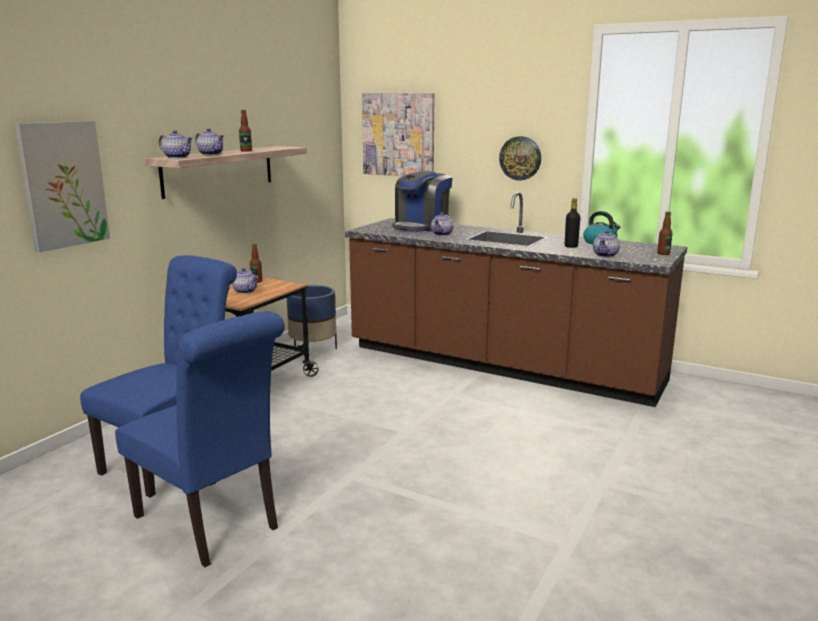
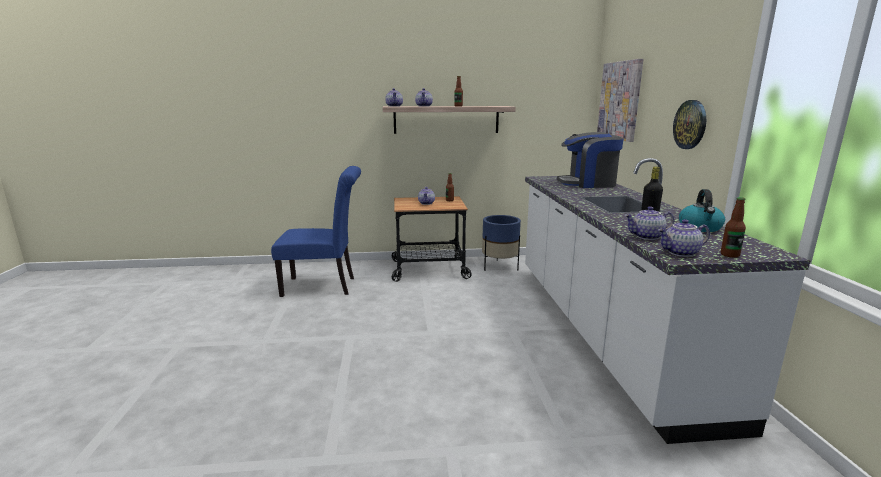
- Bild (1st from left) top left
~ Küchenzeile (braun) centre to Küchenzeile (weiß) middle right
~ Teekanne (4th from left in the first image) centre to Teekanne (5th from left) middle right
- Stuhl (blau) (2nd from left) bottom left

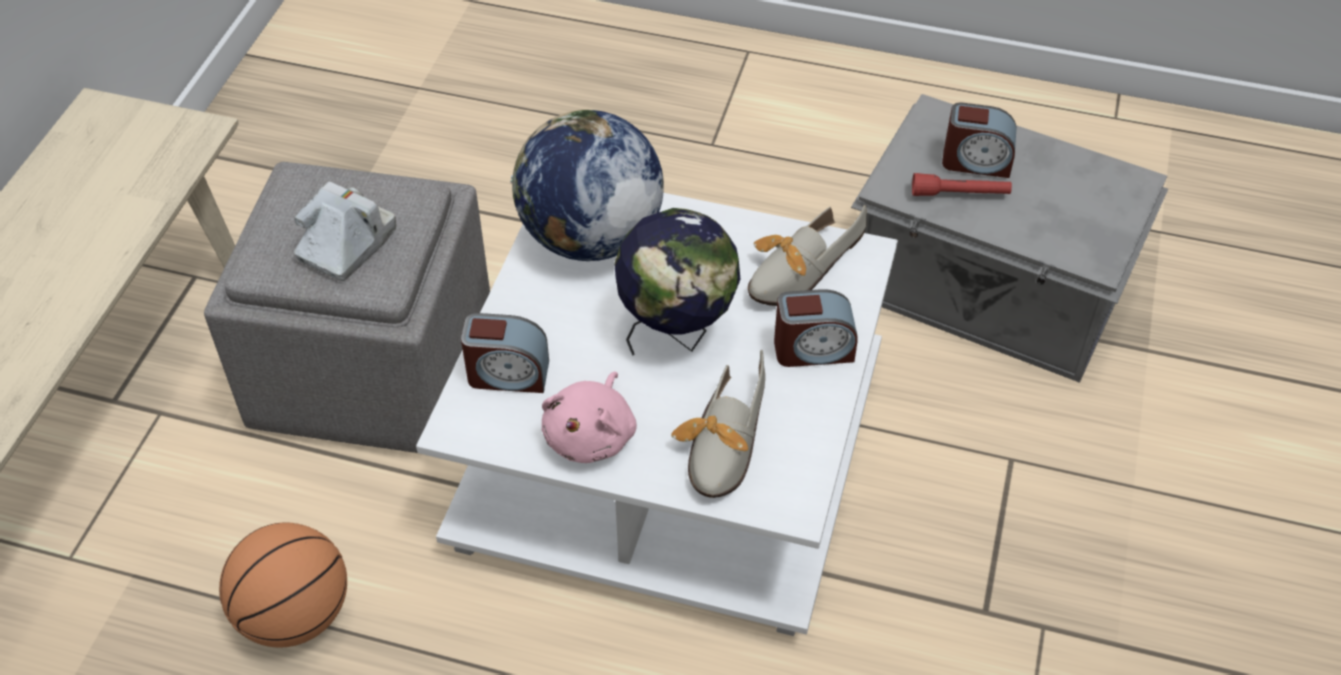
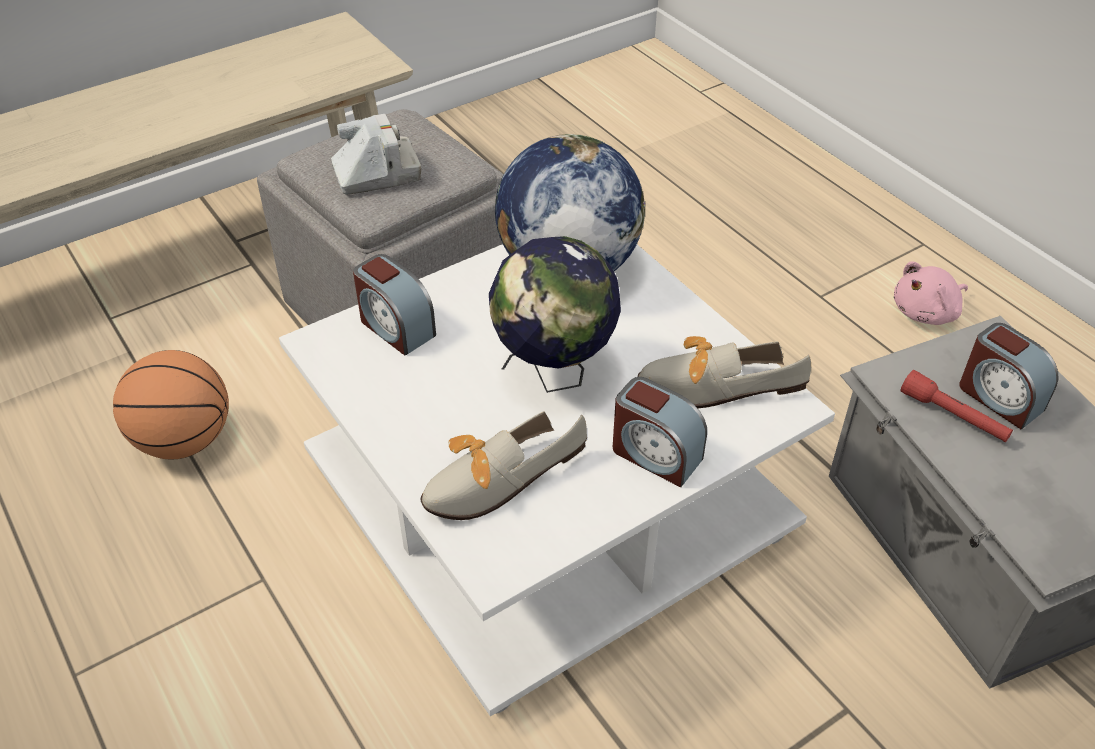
~ Plüschtier (rosa) centre to middle right

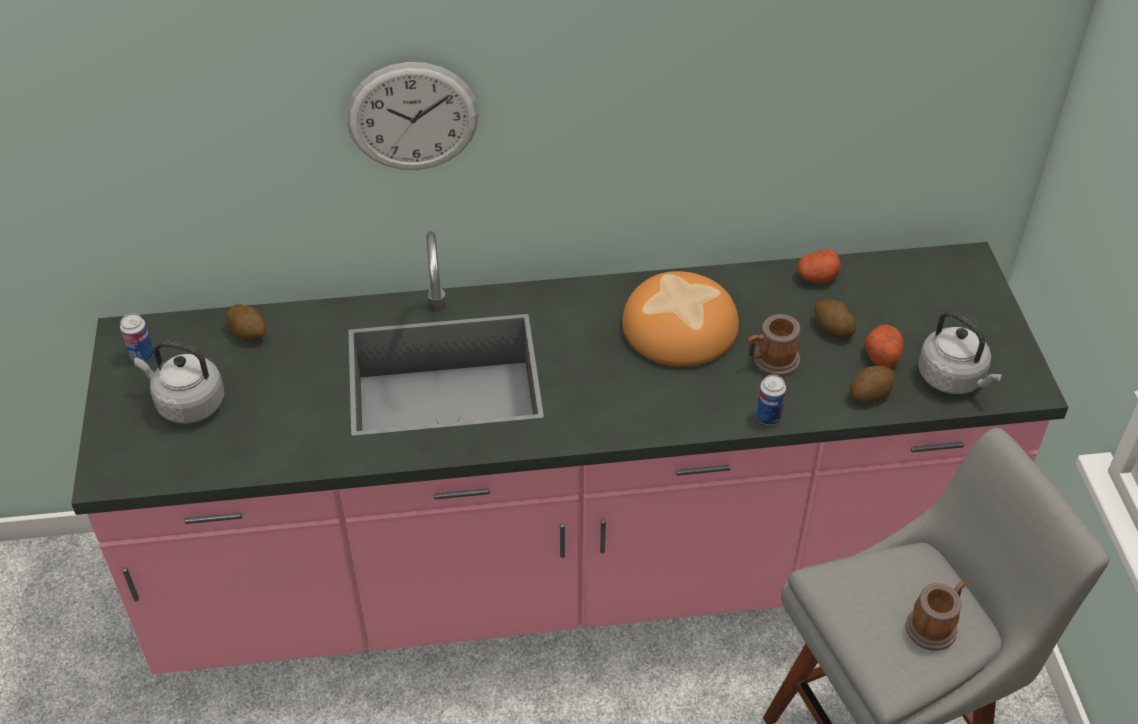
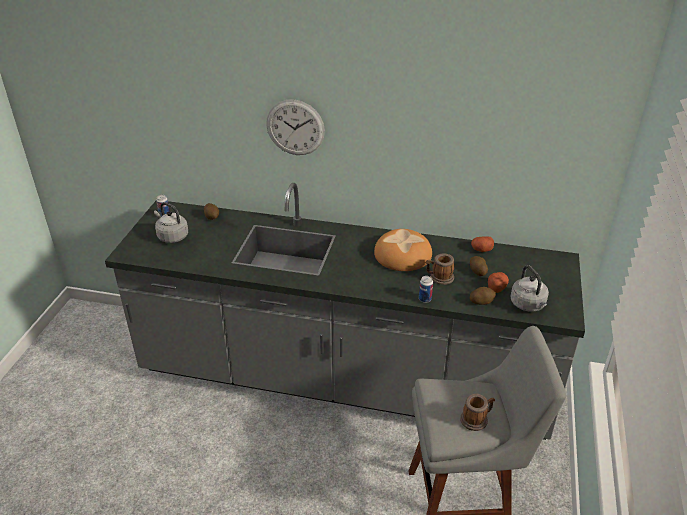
~ Küchenzeile (rosa) centre to Küchenzeile (grau) centre

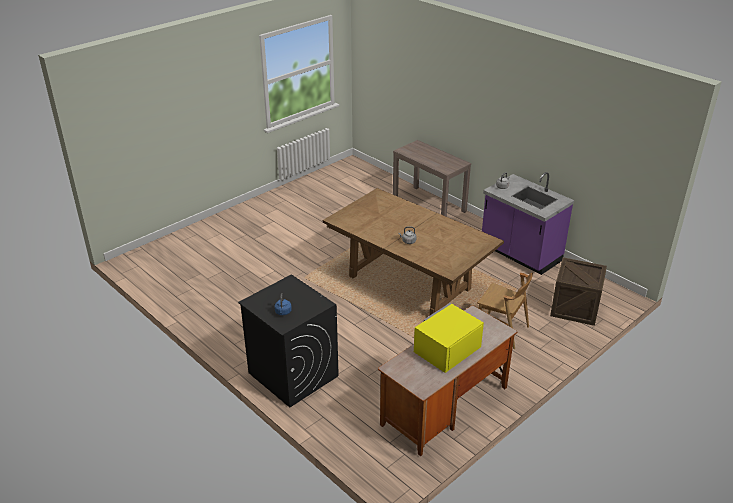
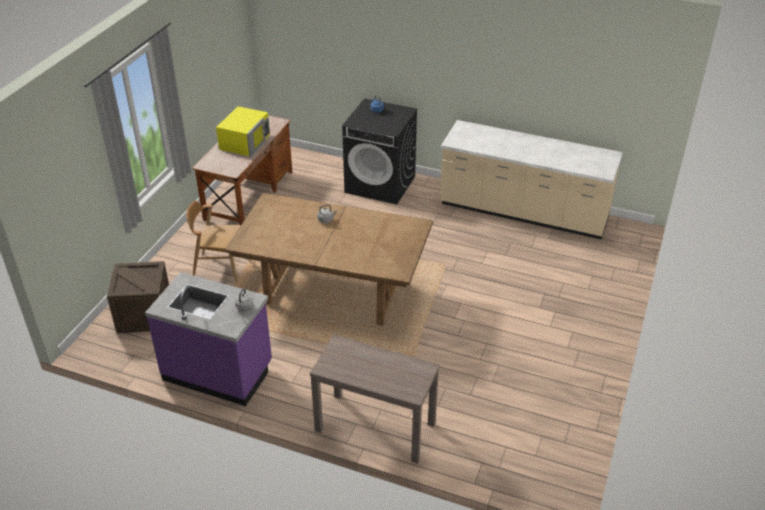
+ Küchenzeile (beige) middle right

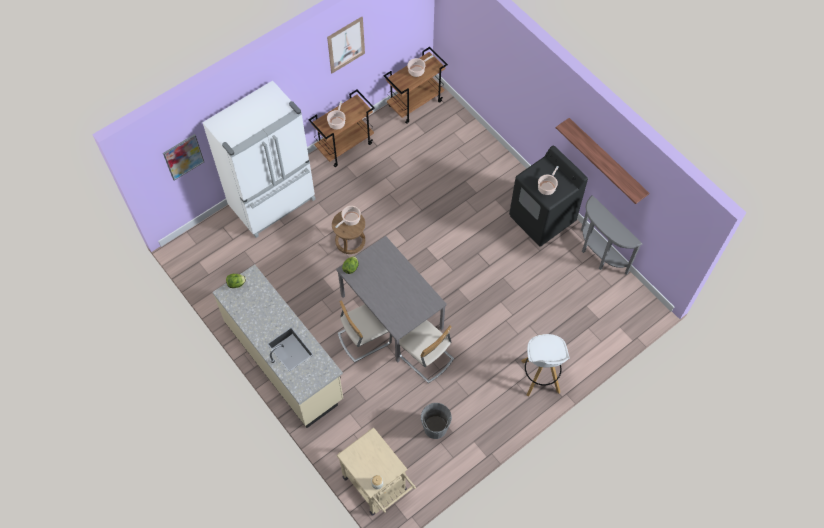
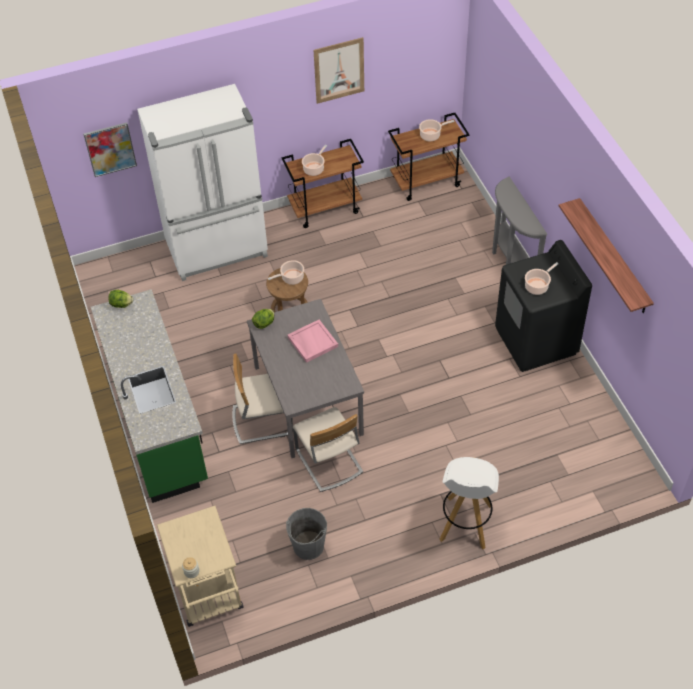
~ Konsolentisch (grau) middle right to top right
~ Küchenzeile (beige) centre to Küchenzeile (grün) middle left
+ Tablett (rosa) centre

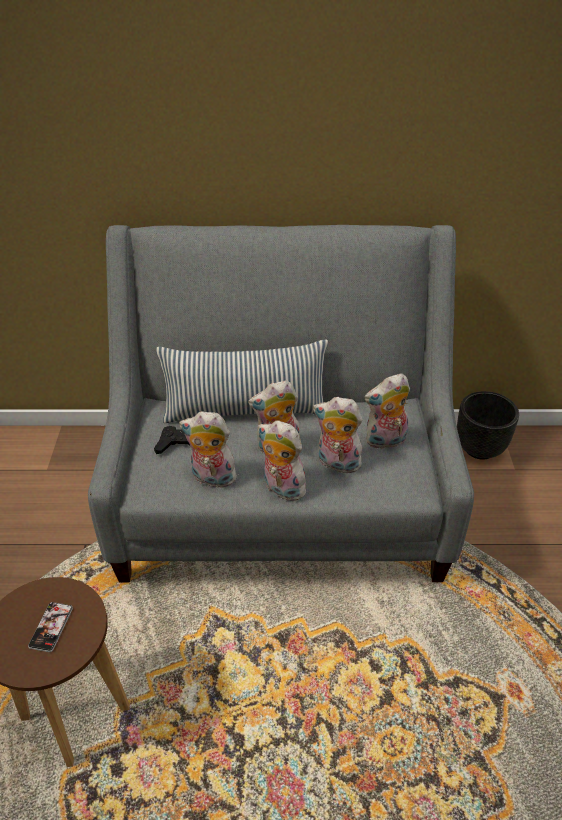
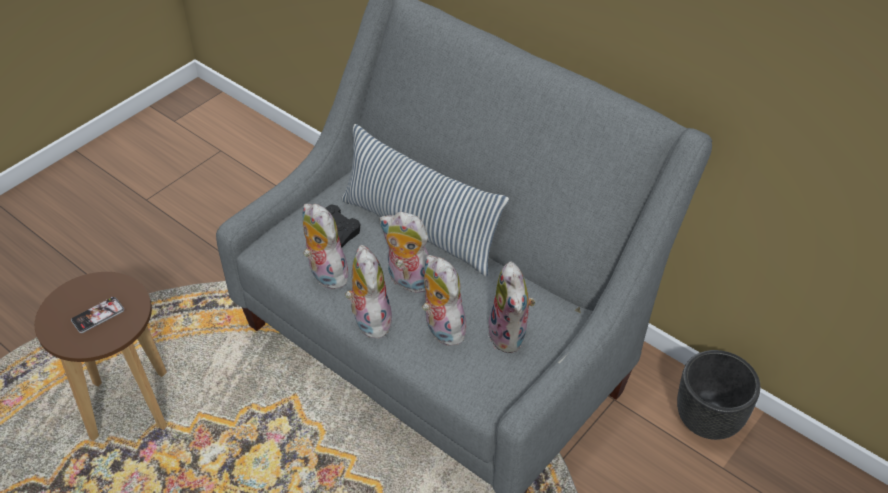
~ Plüschtier (5th from left) middle right = centre 120 degrees counterclockwise

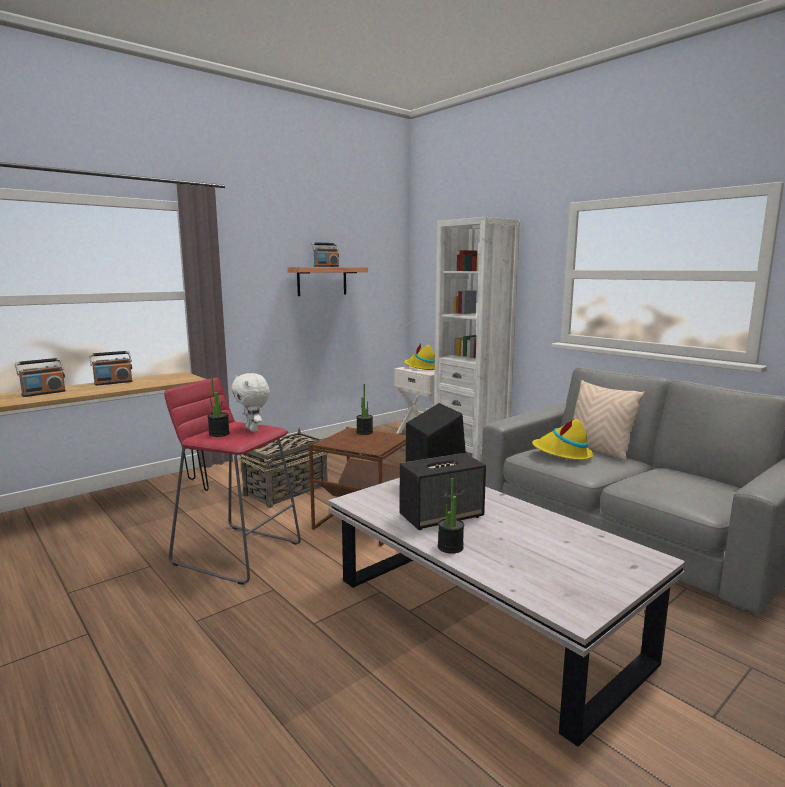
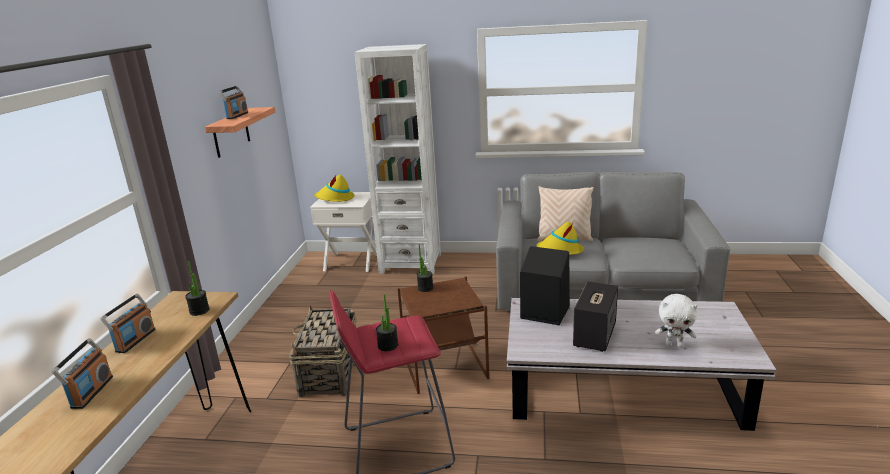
~ Plüschtier (weiß) middle left to bottom right
~ Topfpflanze (3rd from left in the first image) centre to Topfpflanze (1st from left) middle left

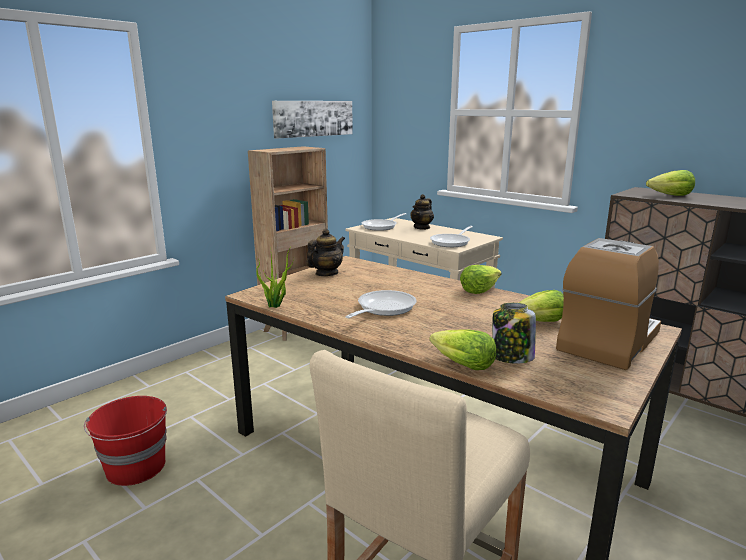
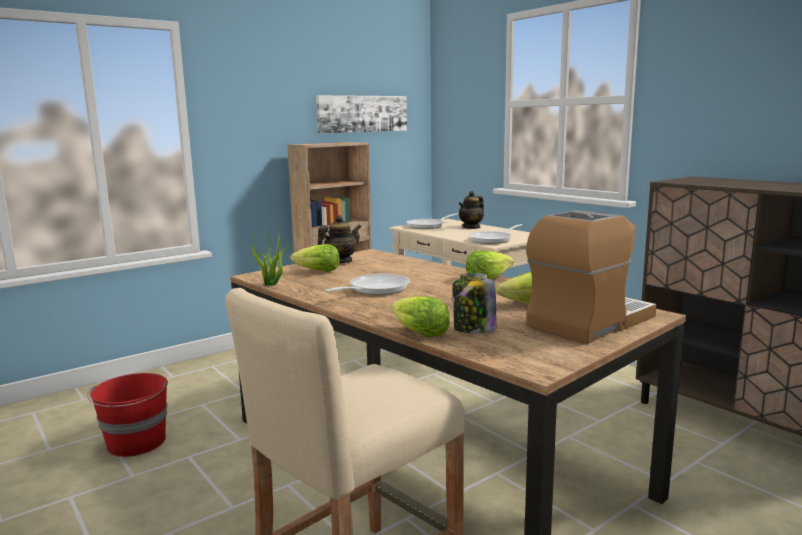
~ Salatkopf (4th from left in the first image) top right to Salatkopf (1st from left) centre

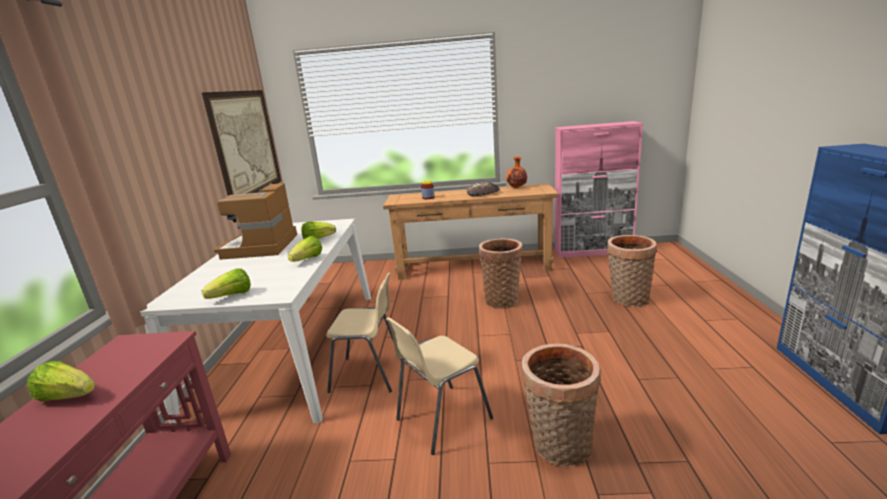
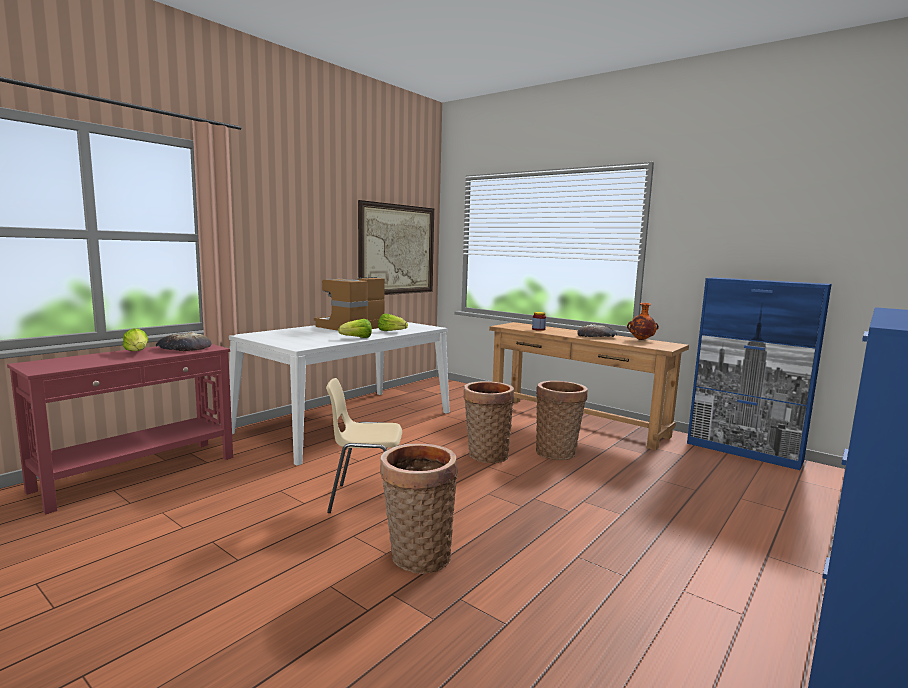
~ Schrank (rosa) middle right to Schrank (blau) (1st from left) middle right
~ Korb (3rd from left in the first image) middle right to Korb (2nd from left) centre
- Salatkopf (2nd from left) middle left
- Stuhl (beige) (1st from left) bottom centre
+ Brot (1st from left) middle left

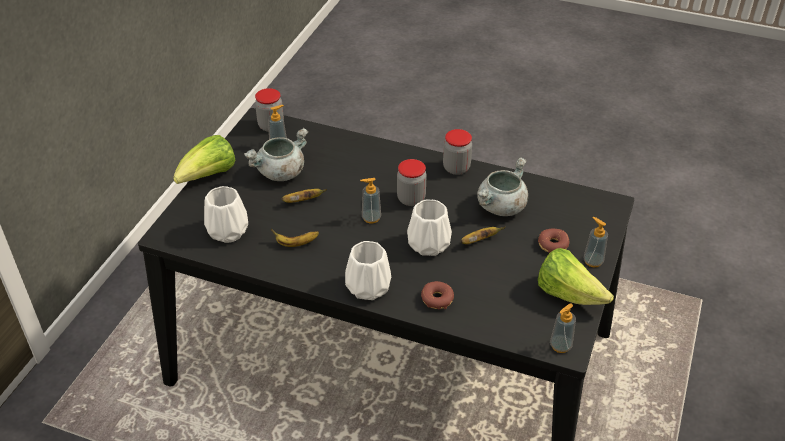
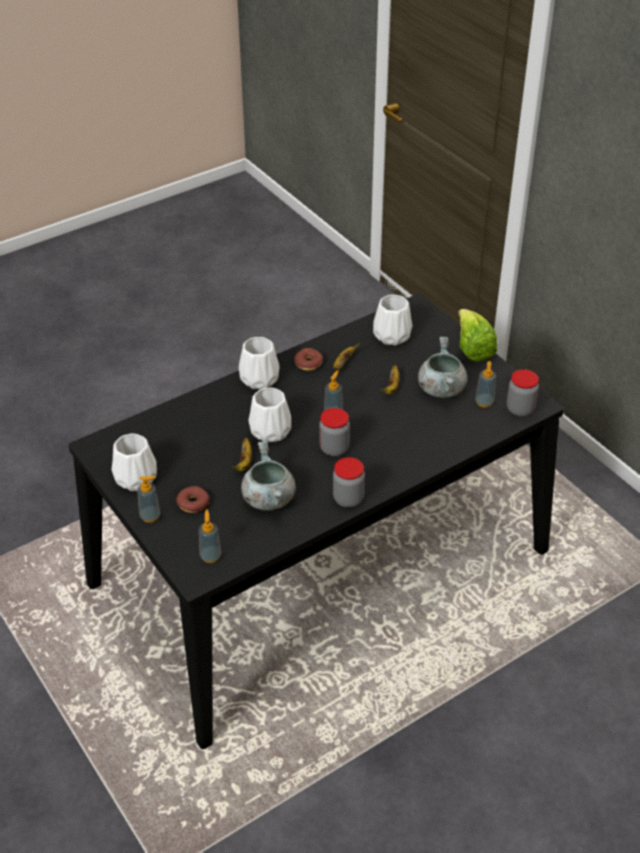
~ Salatkopf (2nd from left) middle right to Vase (weiß) (1st from left) middle left
~ Donut (1st from left in the first image) bottom centre to Donut (2nd from left) centre
~ Seifenspender (3rd from left in the first image) bottom right to Seifenspender (2nd from left) middle left

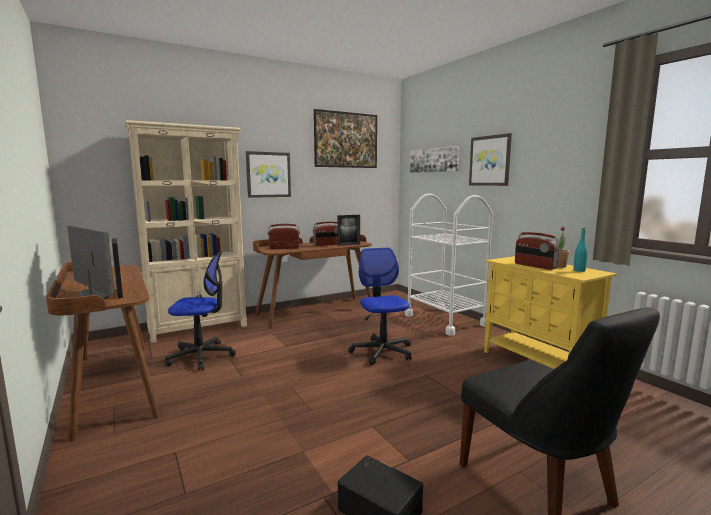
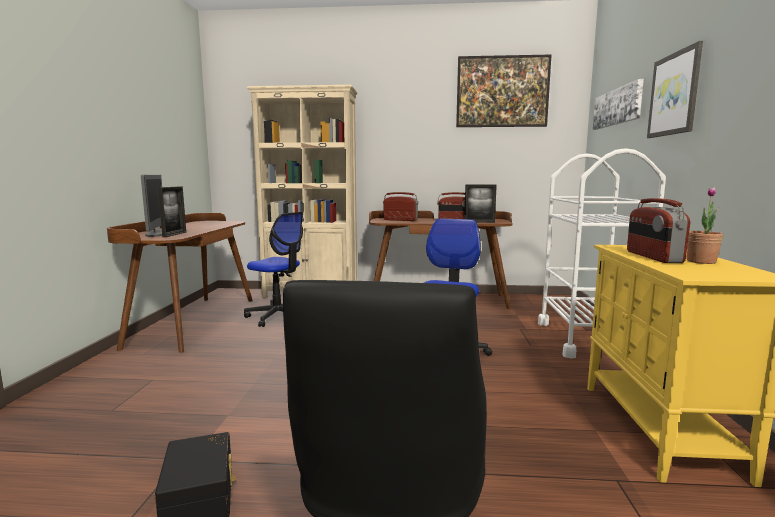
- Bild (1st from left) centre
- Flasche (türkis) middle right

